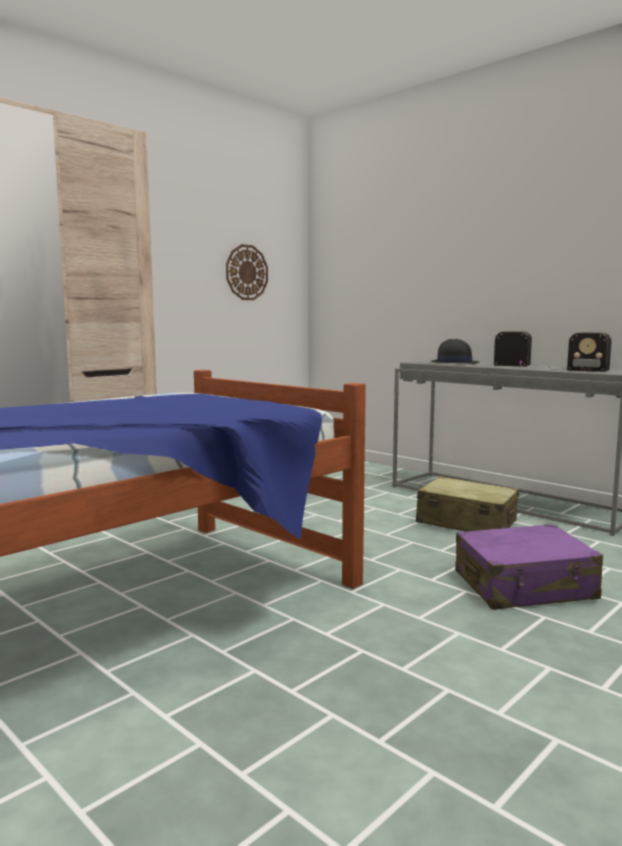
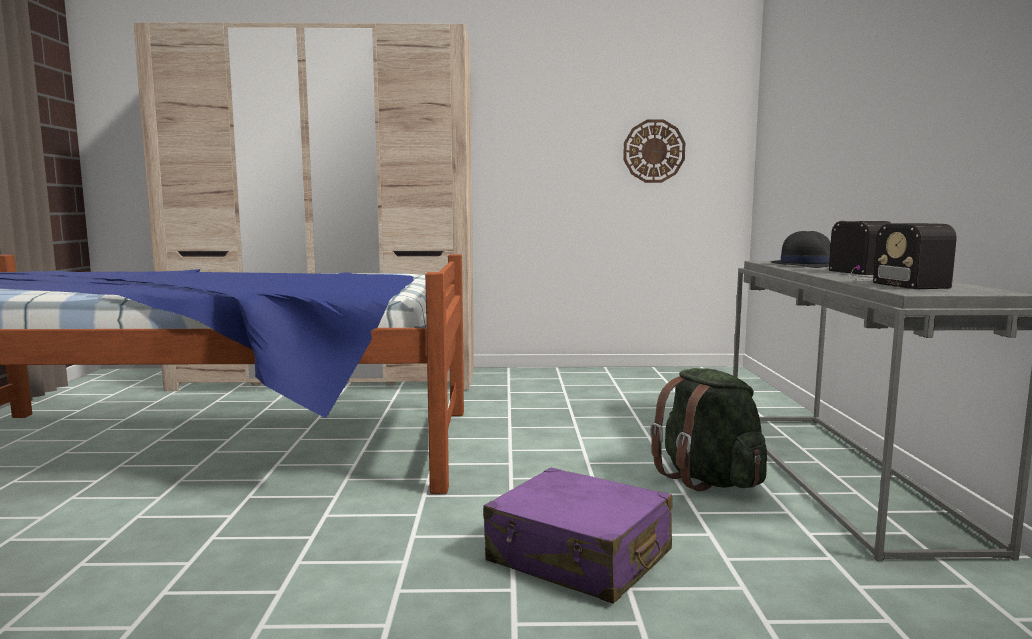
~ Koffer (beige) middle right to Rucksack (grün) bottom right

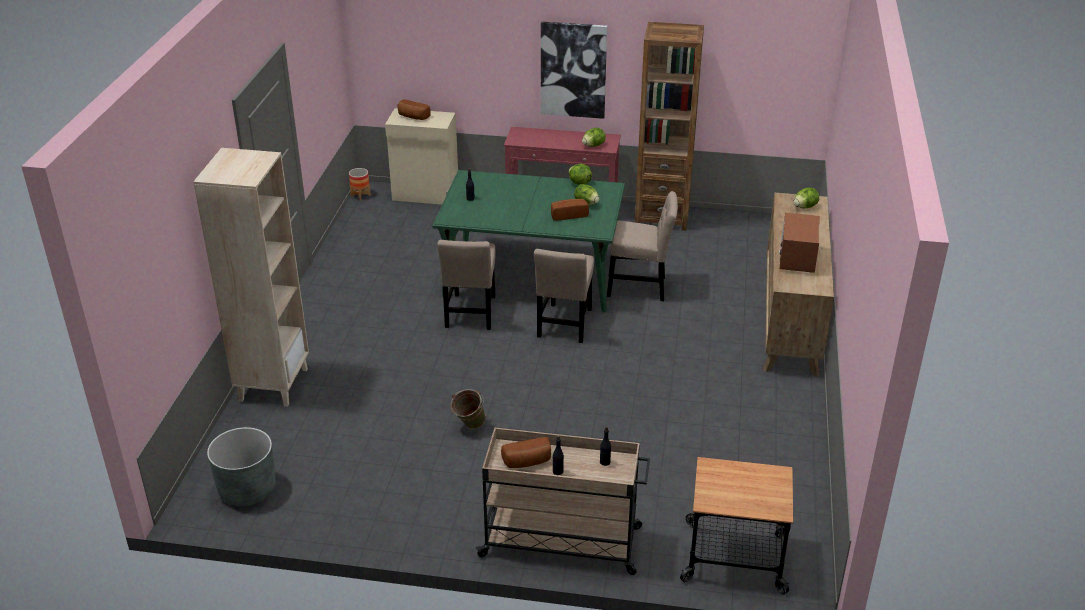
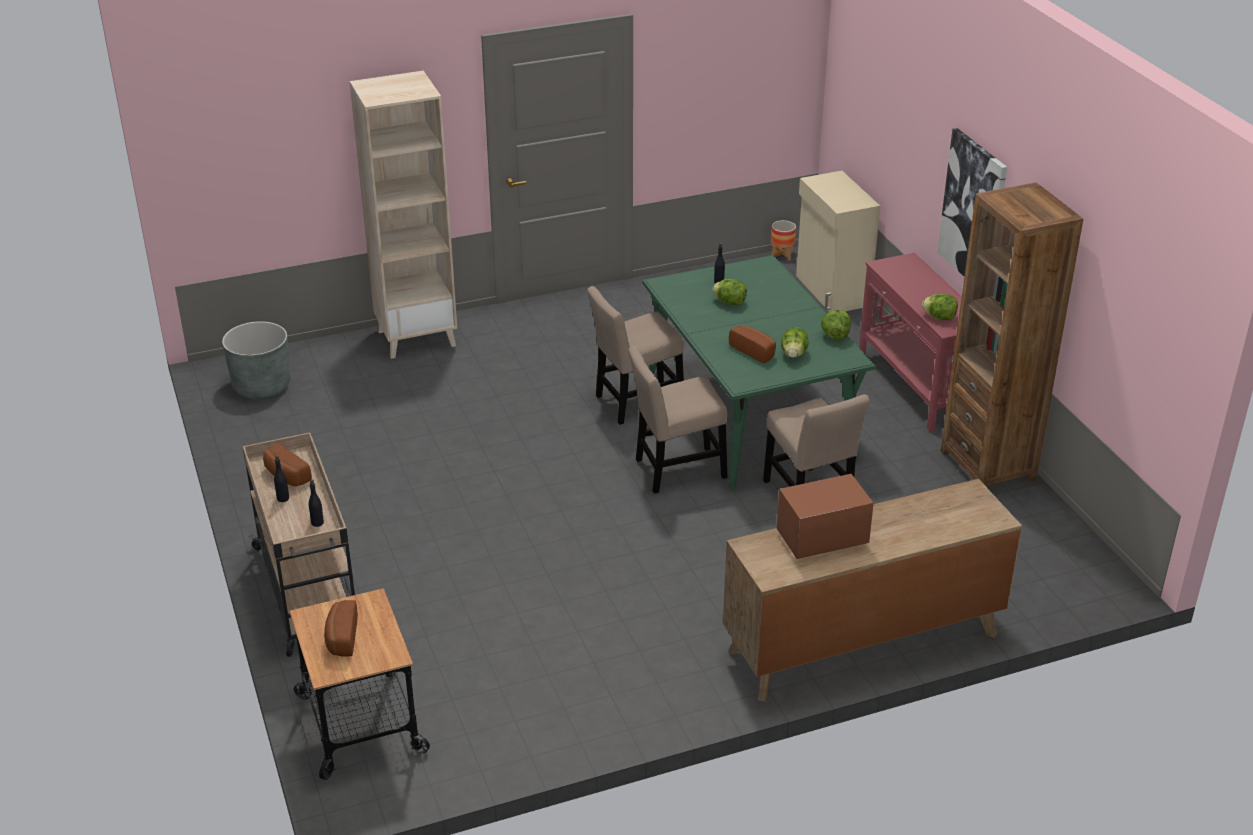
~ Brot (1st from left in the first image) top centre to Brot (2nd from left) bottom left
~ Salatkopf (4th from left in the first image) top right to Salatkopf (1st from left) centre
- Eimer (grün) bottom centre

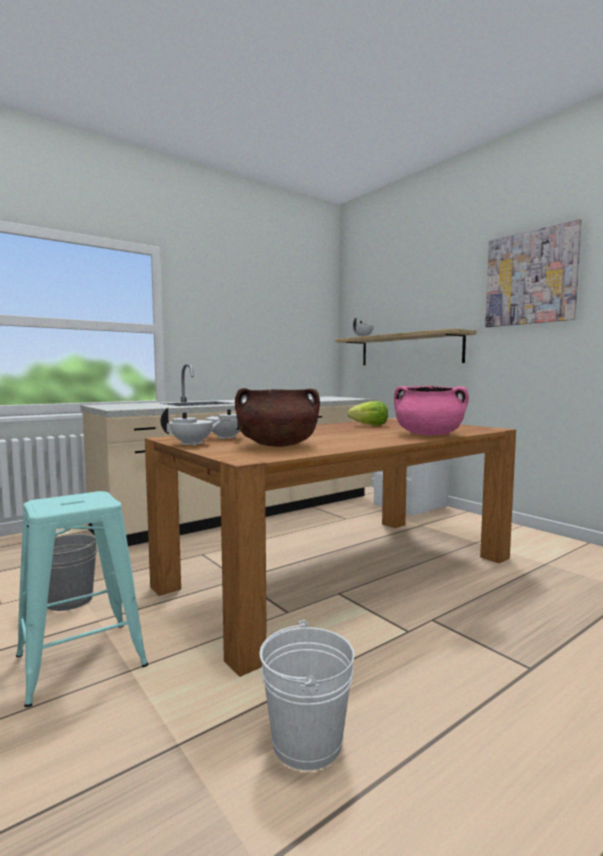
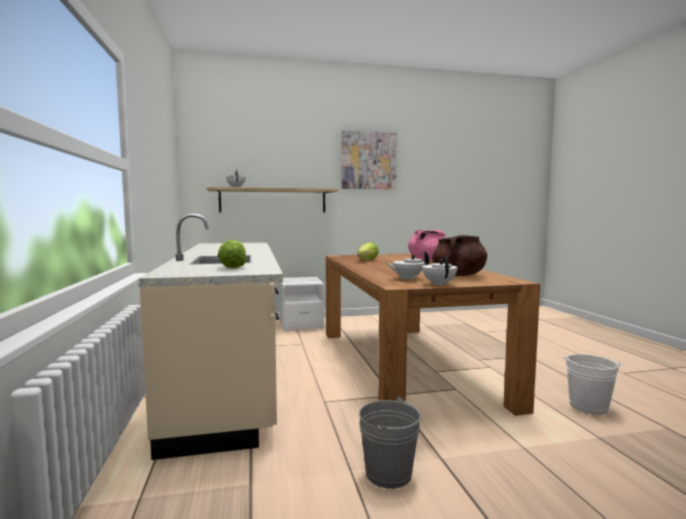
- Hocker (türkis) bottom left
+ Salatkopf (1st from left) centre

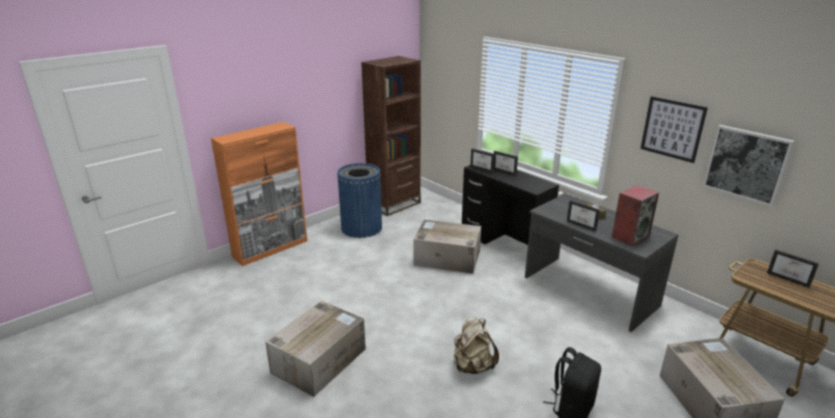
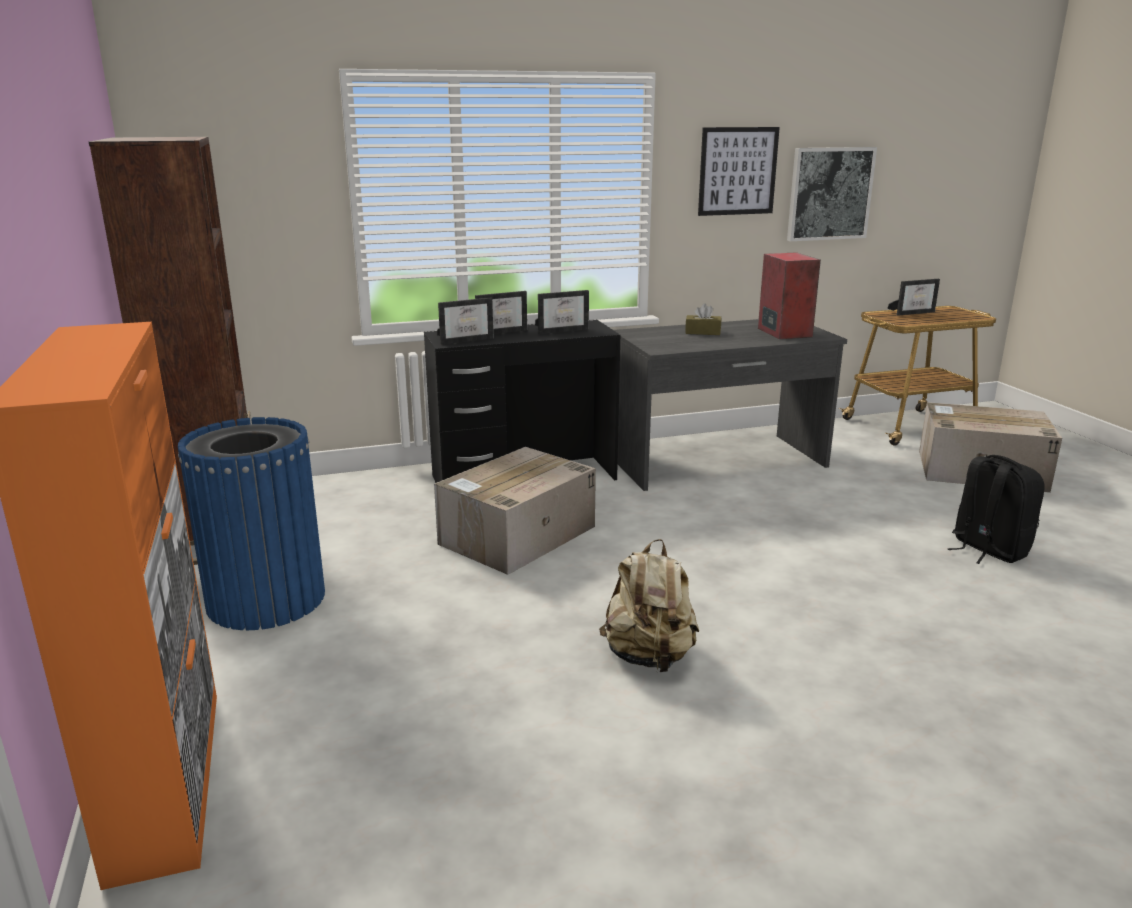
~ Bilderrahmen (3rd from left) middle right to centre
- Karton (1st from left) bottom centre
~ Rucksack (beige) bottom centre to centre

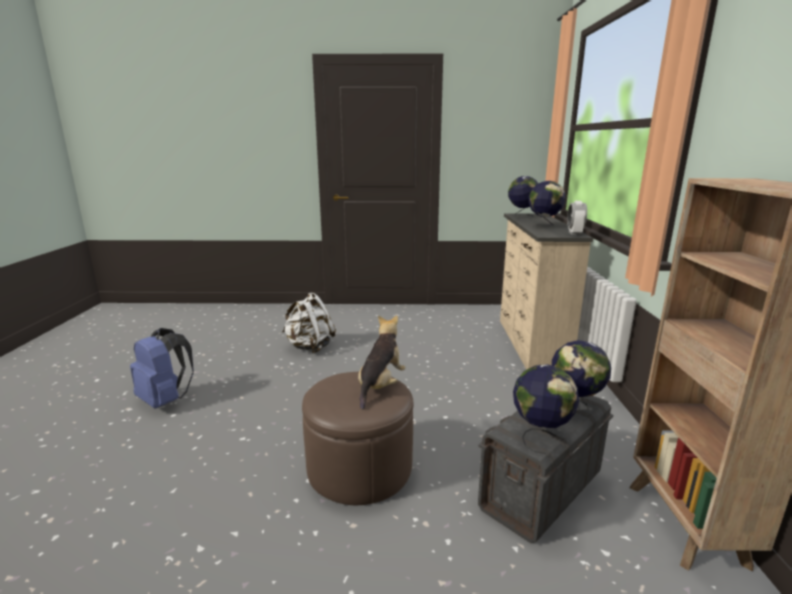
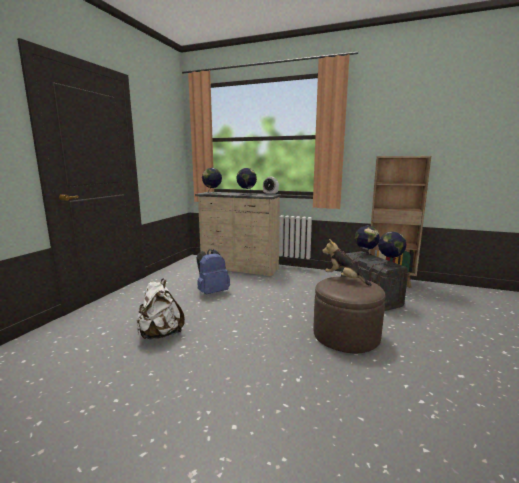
~ Rucksack (blau) middle left to centre

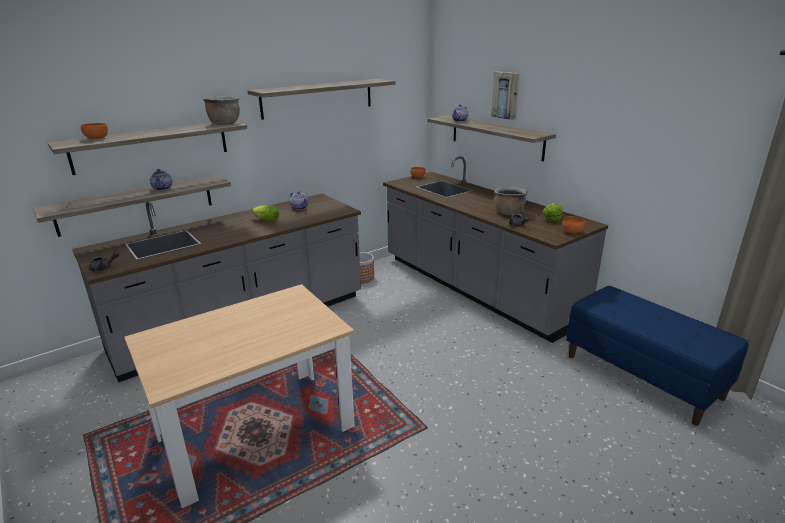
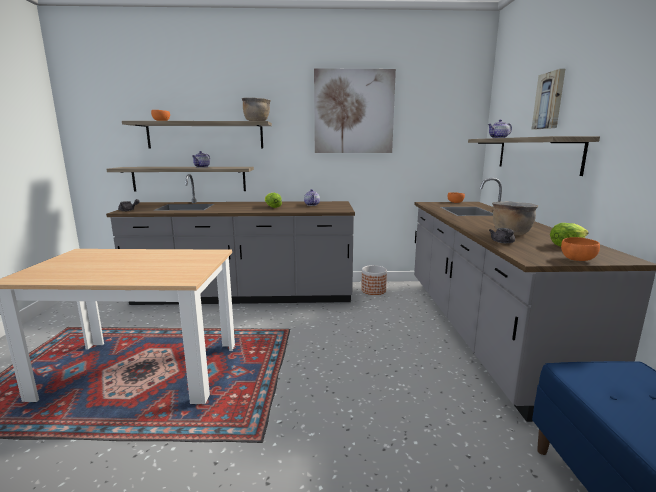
~ Wandregal (3rd from left) top centre to Bild (1st from left) top centre

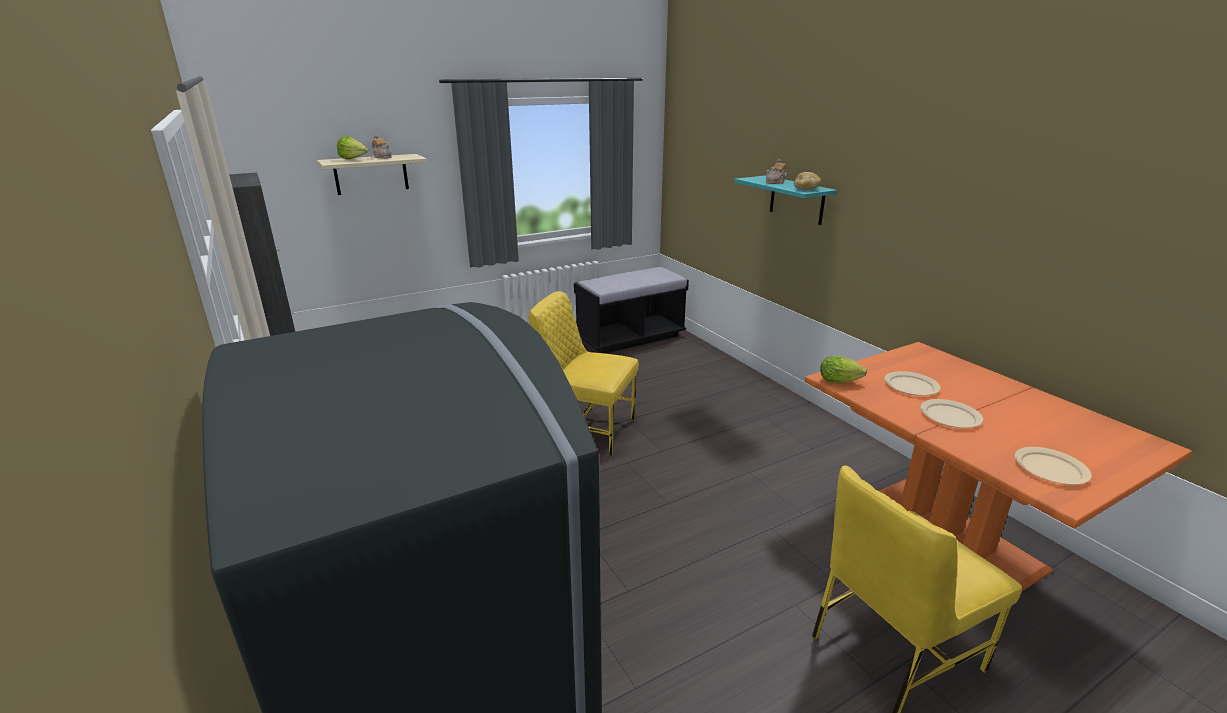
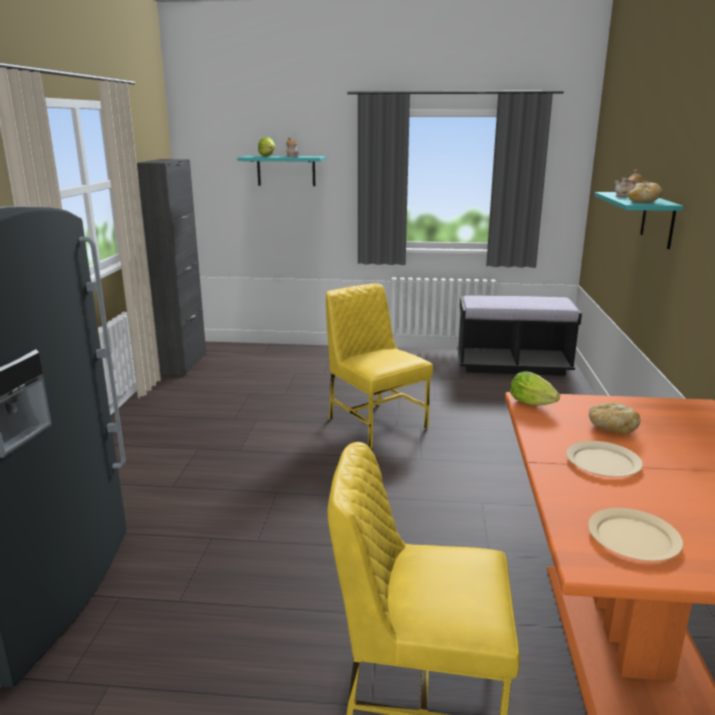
~ Wandregal (beige) top left to Wandregal (türkis) (1st from left) top centre
~ Teller (beige) (1st from left) middle right to Brot (1st from left) middle right

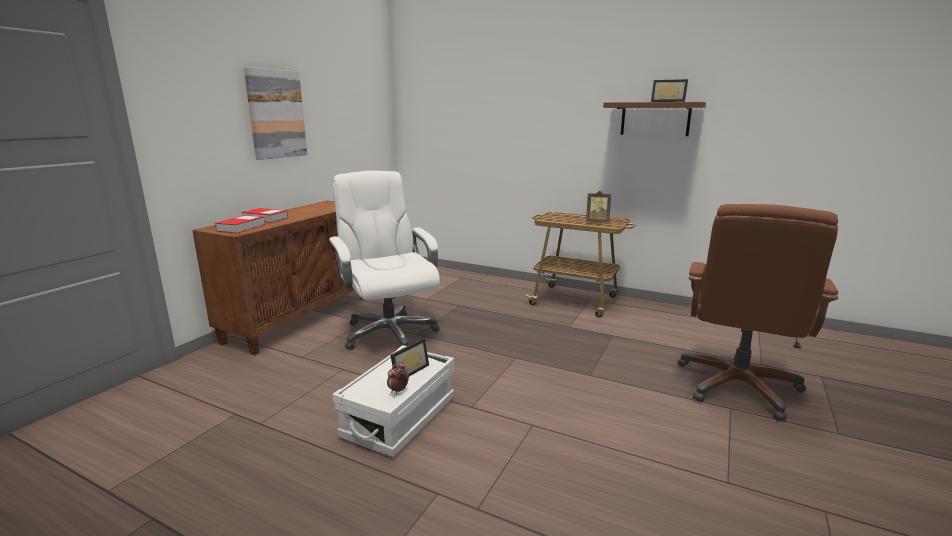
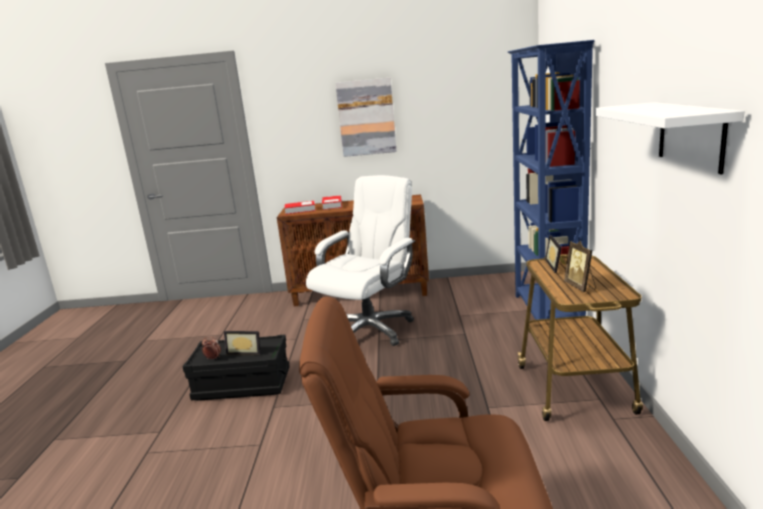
~ Bilderrahmen (3rd from left in the first image) top right to Bilderrahmen (2nd from left) middle right
~ Wandregal (braun) top right to Wandregal (weiß) top right
~ Aufbewahrungsbox (weiß) bottom centre to Aufbewahrungsbox (schwarz) bottom left
+ Bücherregal (blau) middle right

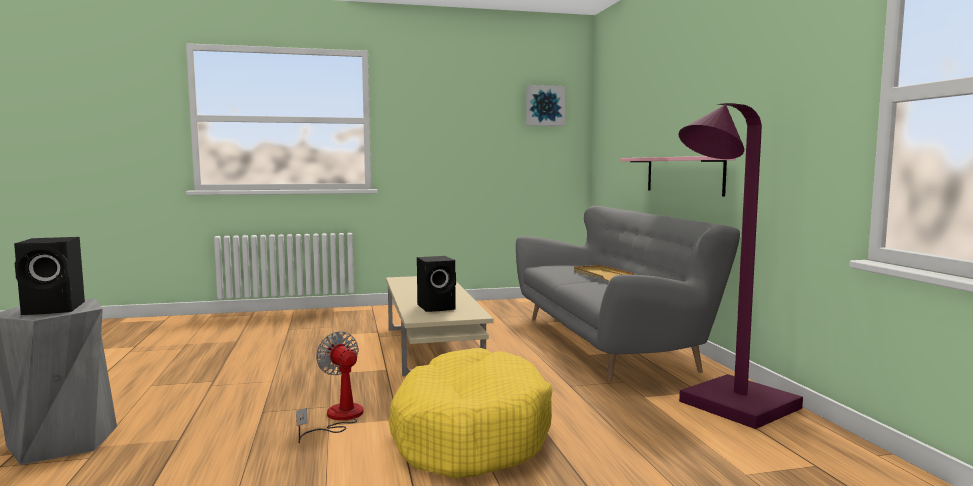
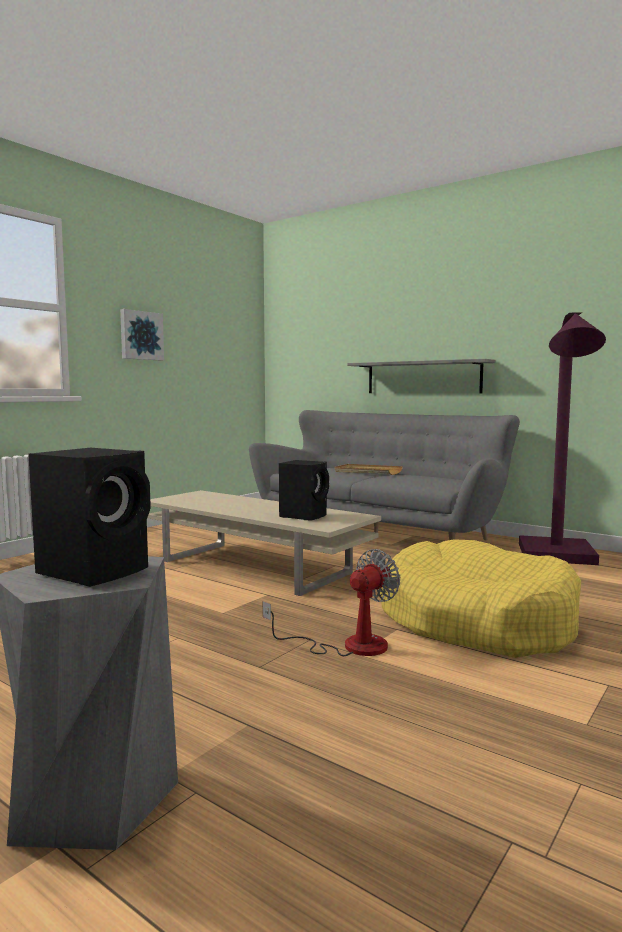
~ Bild top centre to middle left
~ Wandregal (rosa) middle right to Wandregal (grau) middle right
~ Ventilator bottom centre = centre 120 degrees clockwise

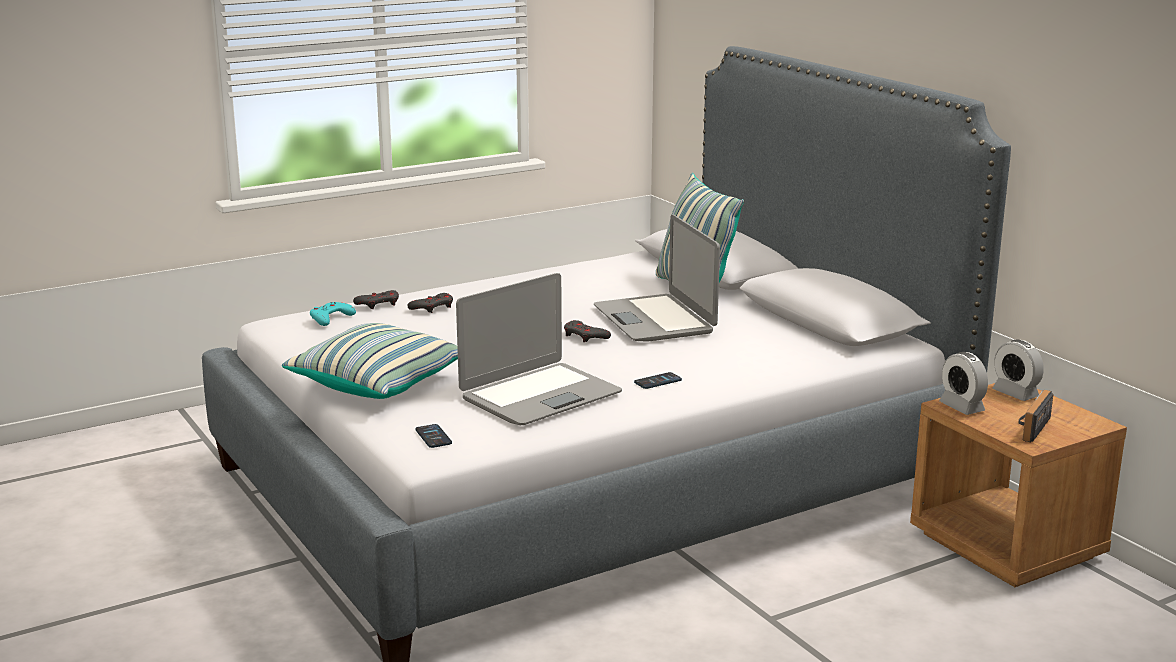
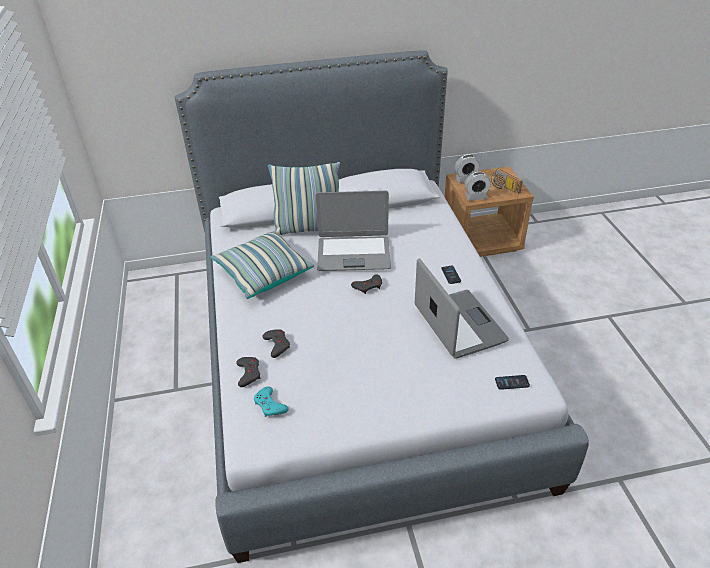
~ Kissen (1st from left) middle left to centre

